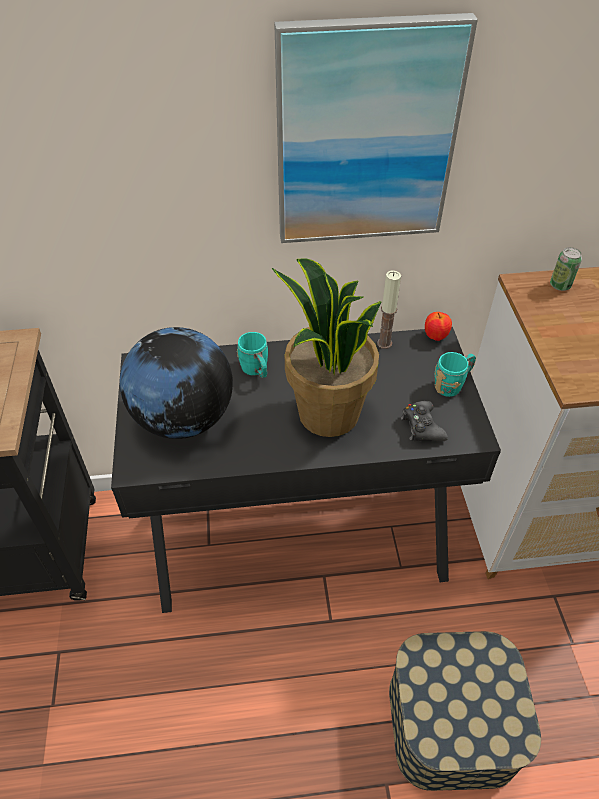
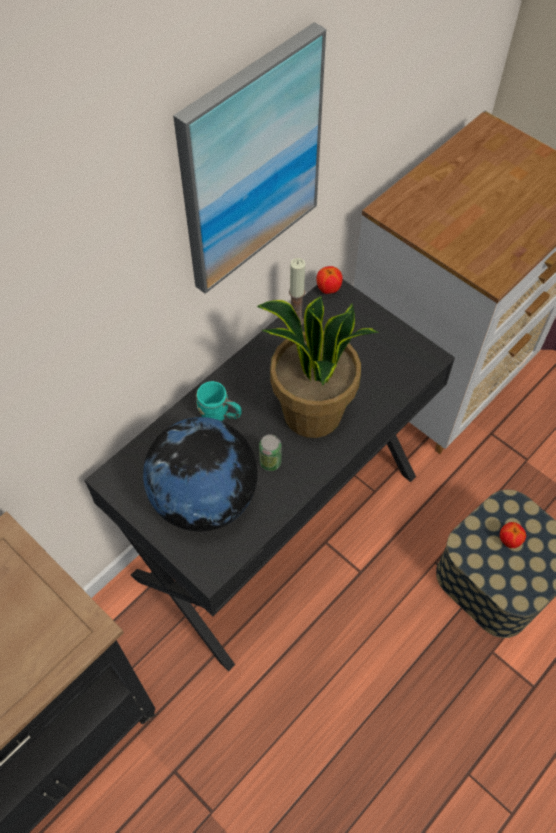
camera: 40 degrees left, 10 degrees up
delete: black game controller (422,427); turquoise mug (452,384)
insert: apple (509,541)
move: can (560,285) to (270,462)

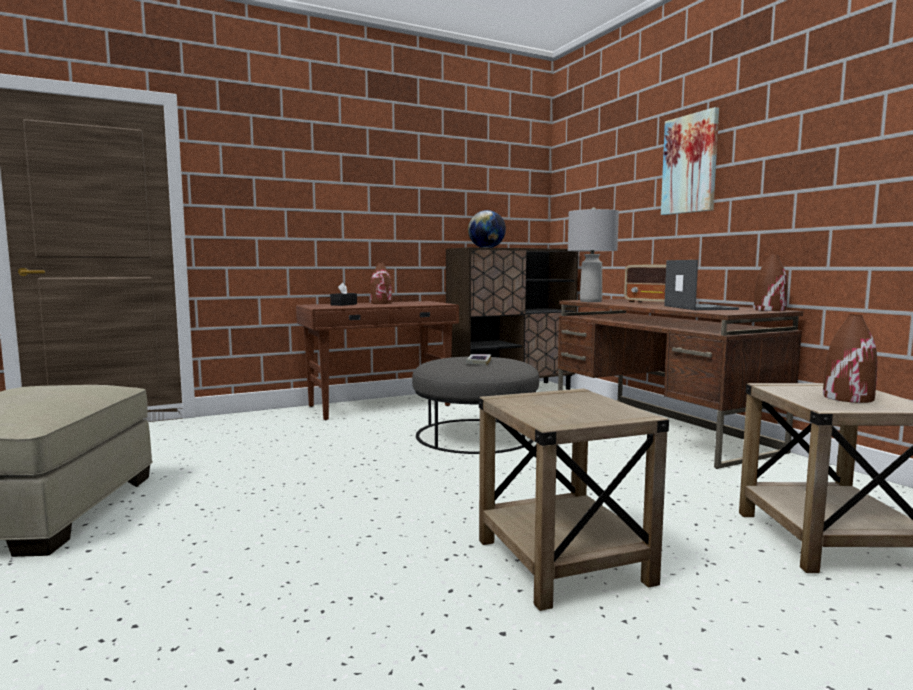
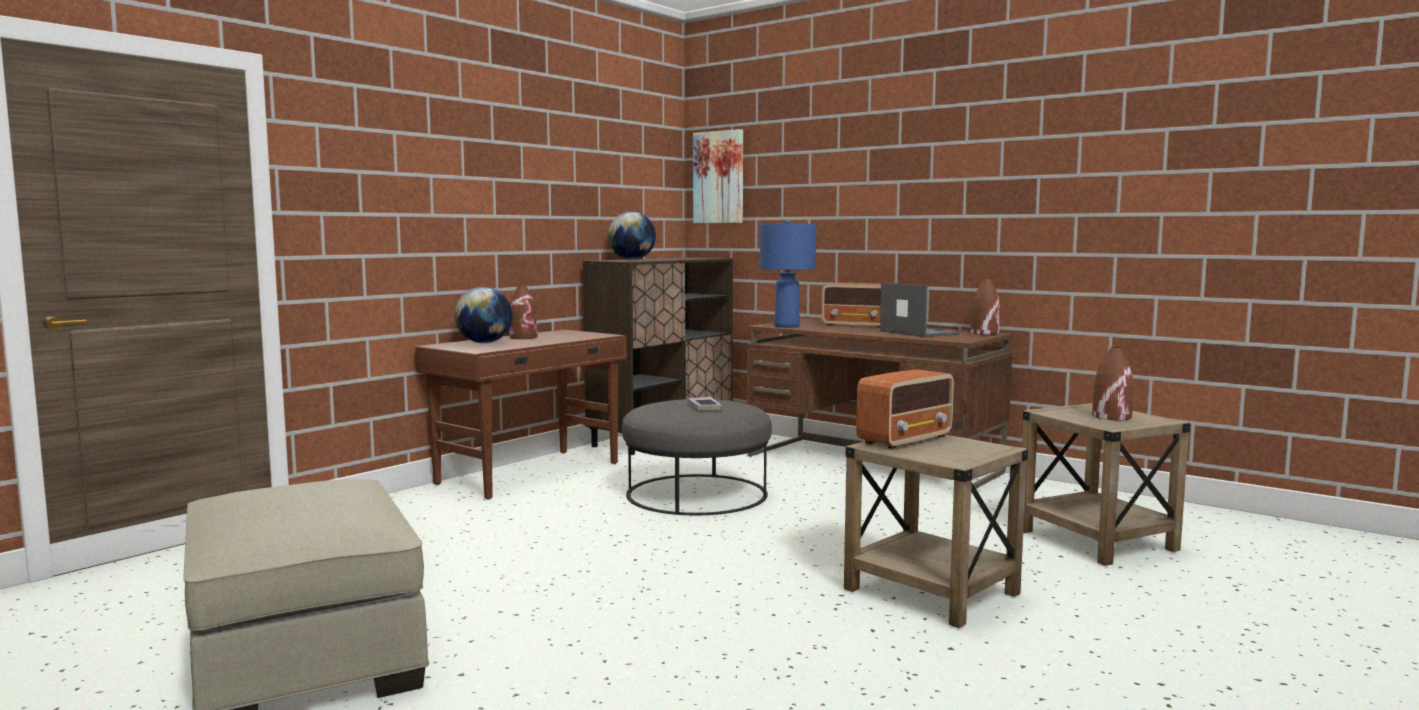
camera: 25 degrees left, 0 degrees up
insert: radio (905,439)
move: picture (690,164) to (719,177)
replace: black tissue box (344,304) to globe (484,343)
recolor: grey table lamp (590,301) to blue table lamp (786,326)

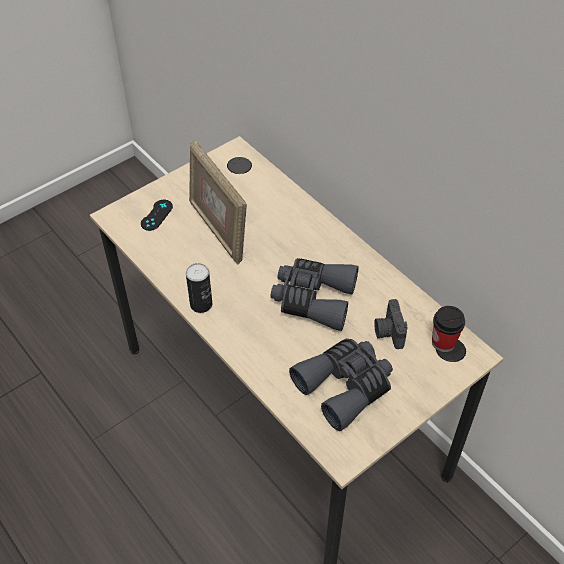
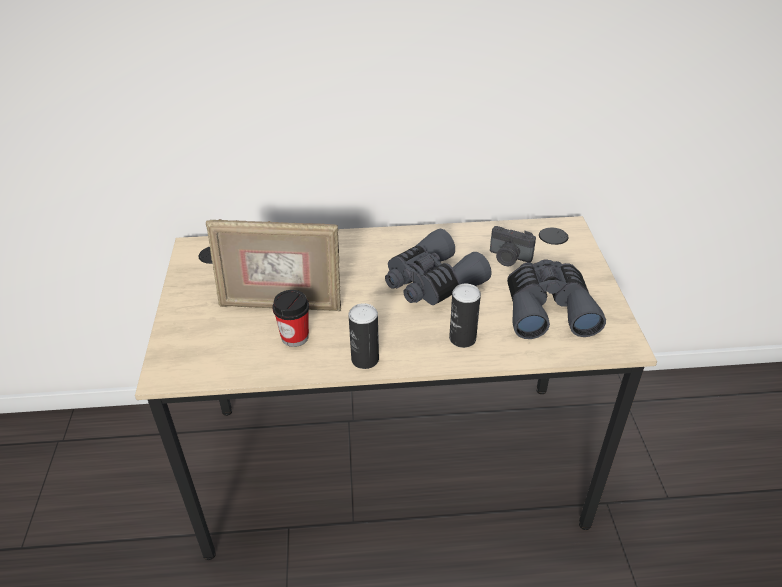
camera: 55 degrees left, 10 degrees down
delete: black game controller (156,215)
insert: can (462,338)
move: cup (443,342) to (295,337)

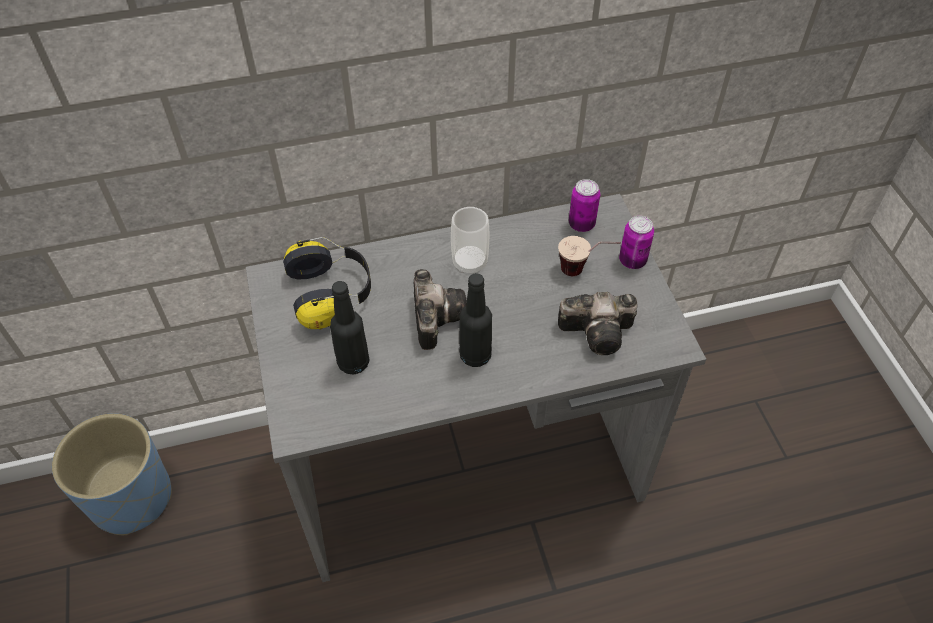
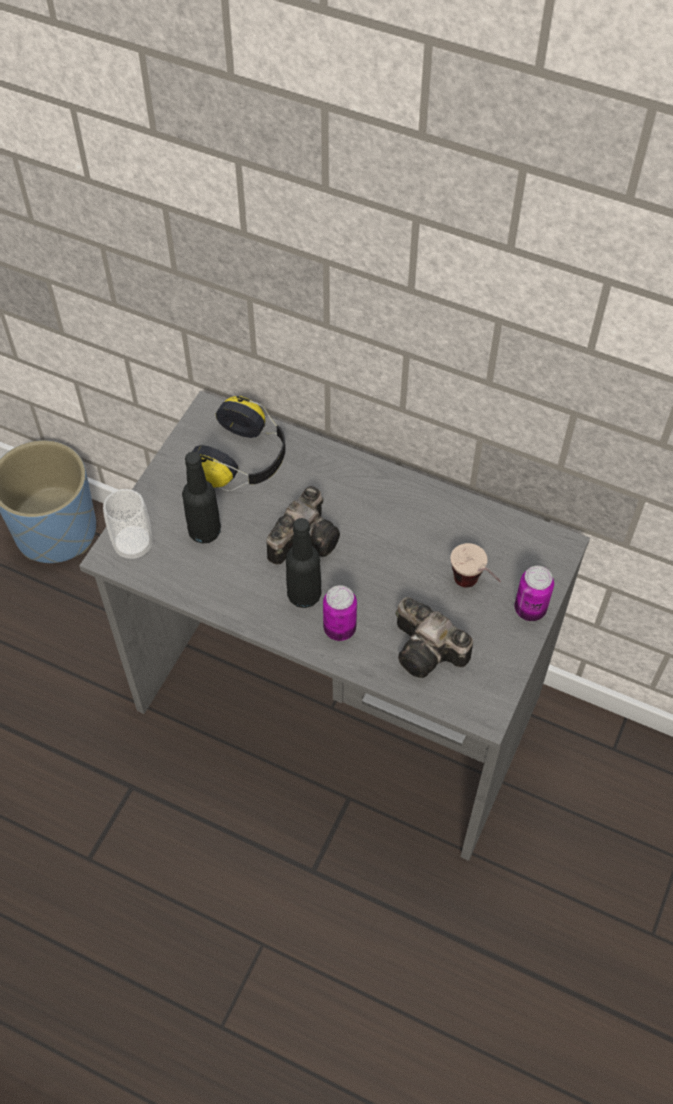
camera: 40 degrees right, 5 degrees up
move: cup (470,263) to (133,545); can (581,224) to (339,628)

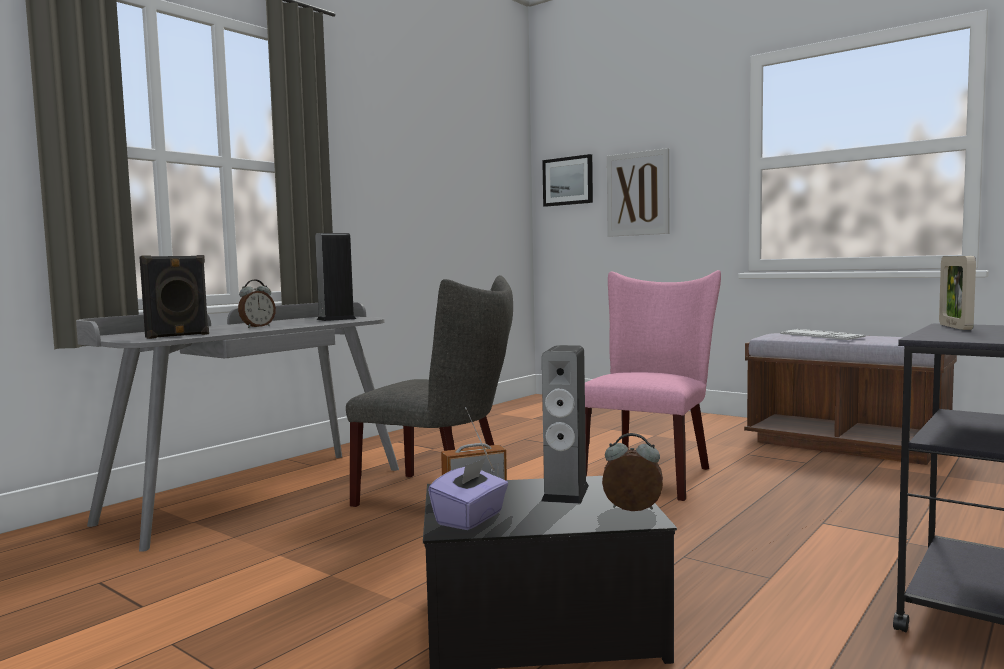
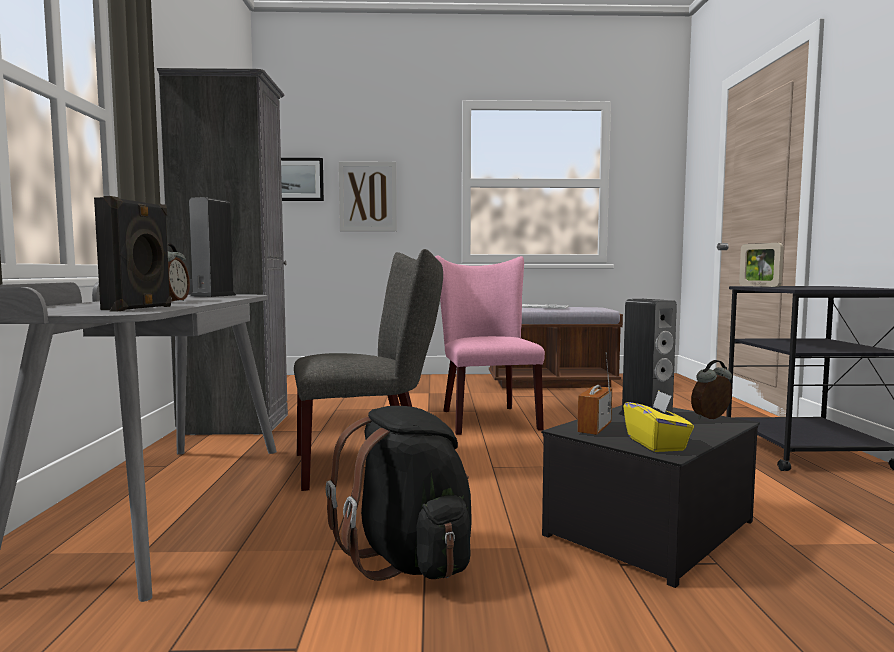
camera: 40 degrees left, 0 degrees up
insert: grey cabinet (236,424); black backpack (409,559)
recolor: purple tissue box (470,519) to yellow tissue box (656,444)

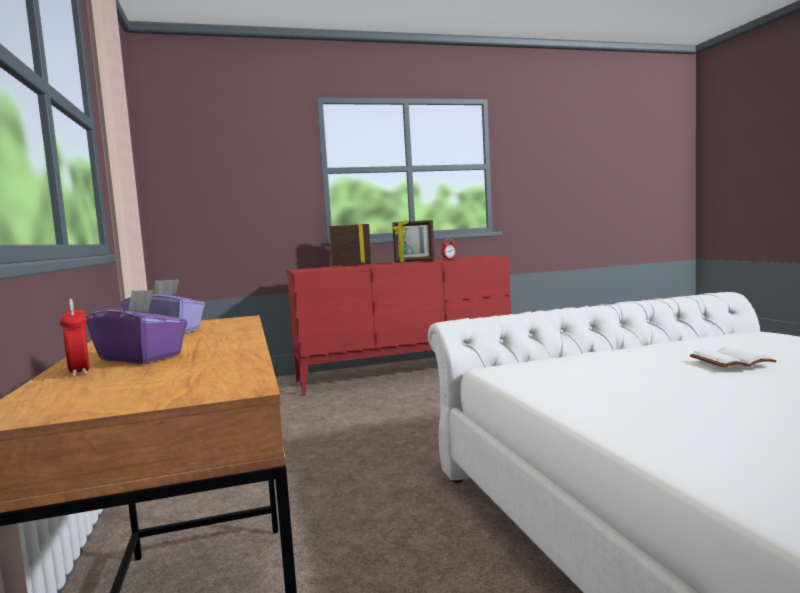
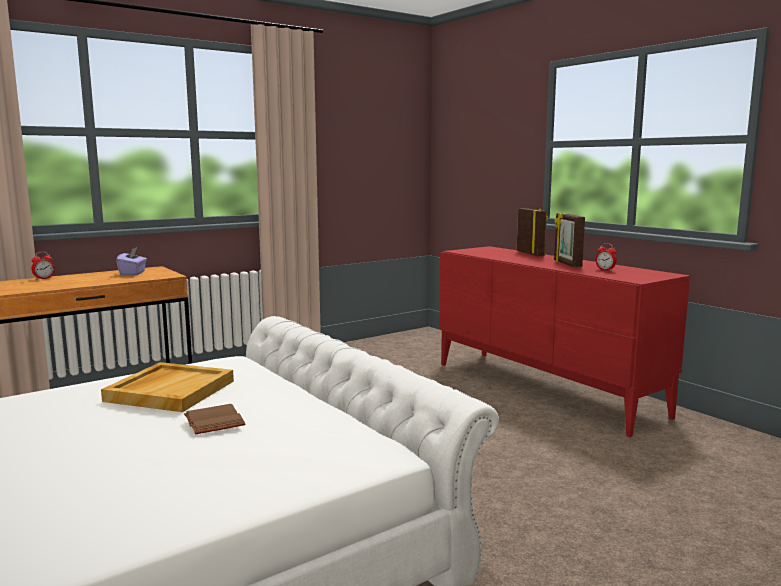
camera: 70 degrees right, 5 degrees up
delete: purple tissue box (141,357)
insert: beige tray (170,390)
recolor: white book (731,361) to brown book (212,421)

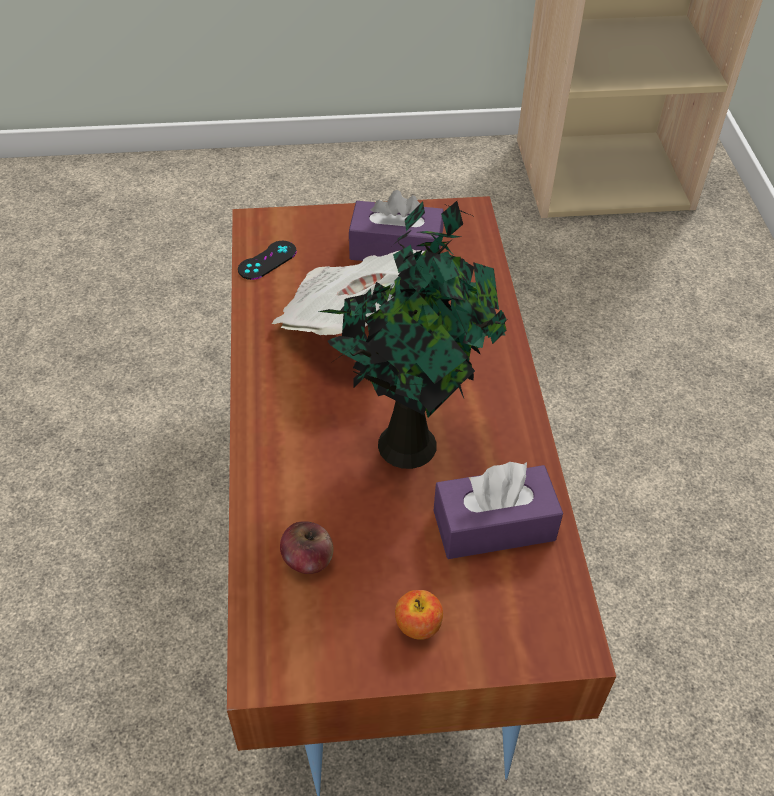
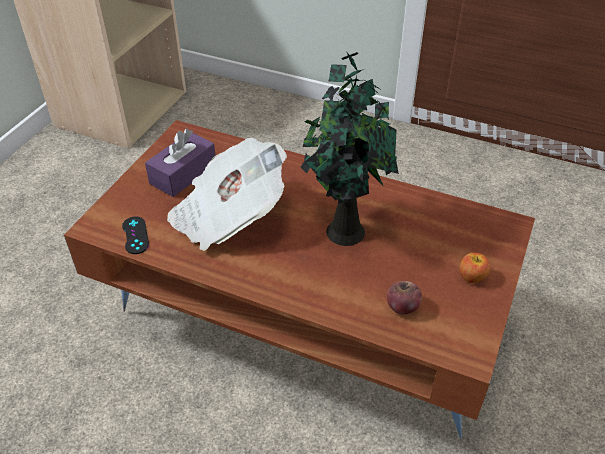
camera: 60 degrees left, 5 degrees down
delete: purple tissue box (494,525)

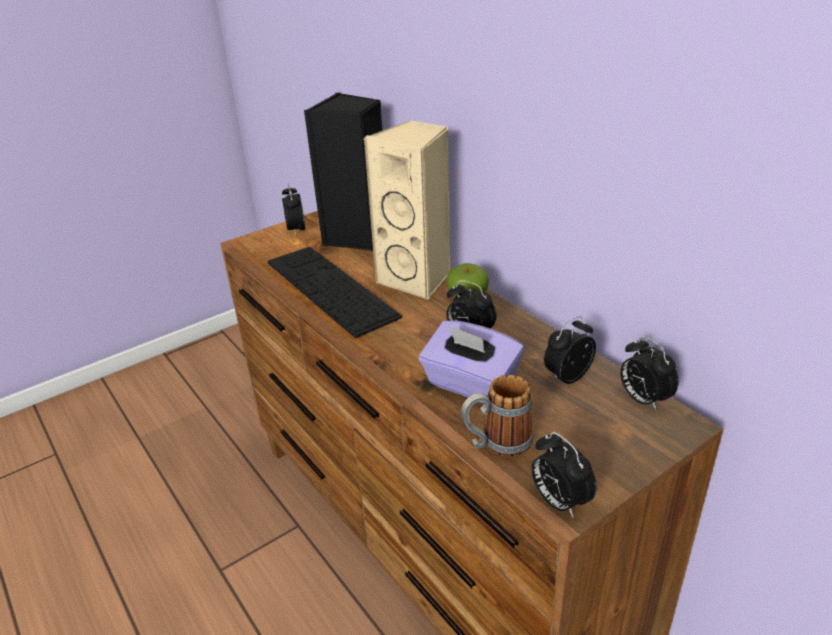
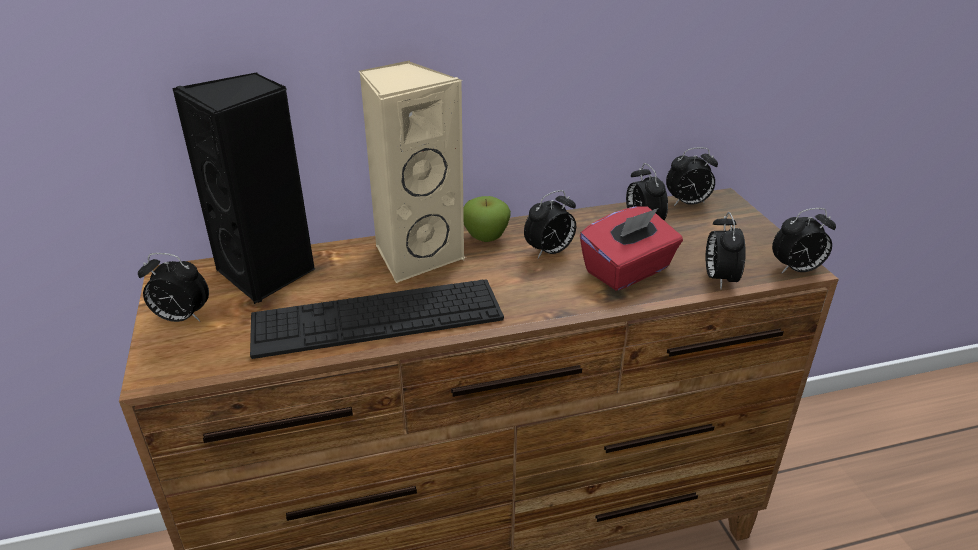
camera: 70 degrees left, 0 degrees up
replace: mug (497,443) to alarm clock (719,279)
recolor: purple tissue box (470,384) to red tissue box (628,271)

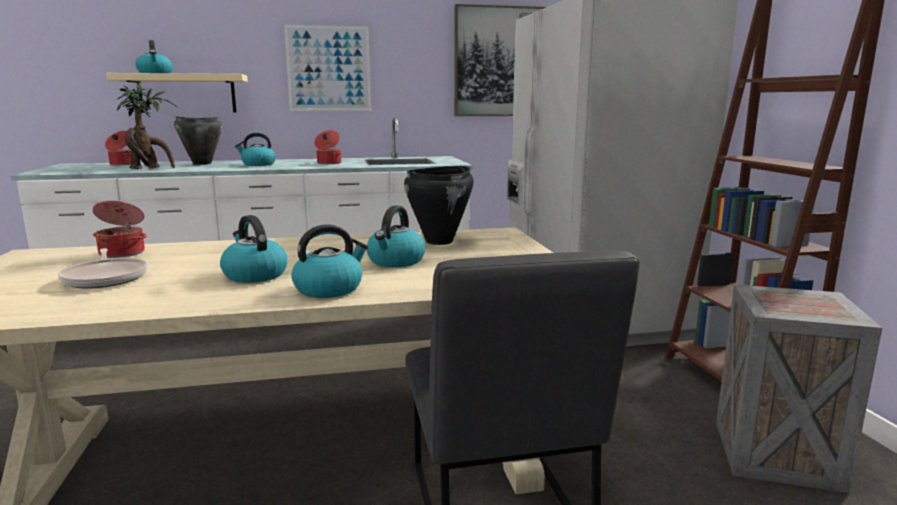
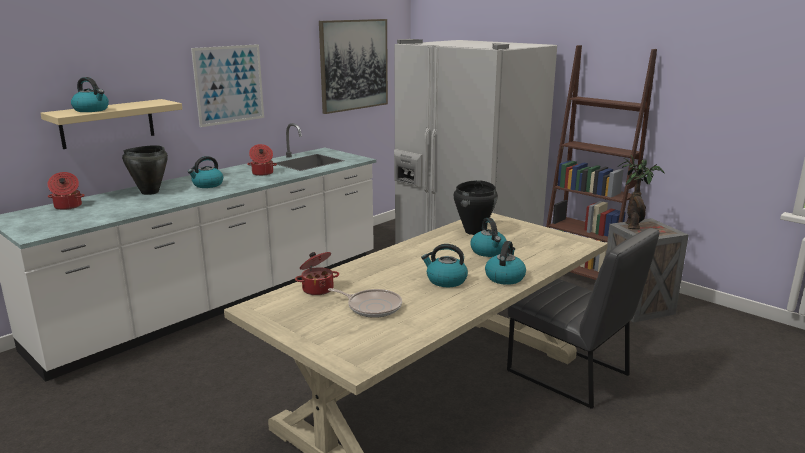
camera: 35 degrees left, 5 degrees up
move: potted plant (149,168) to (633,225)

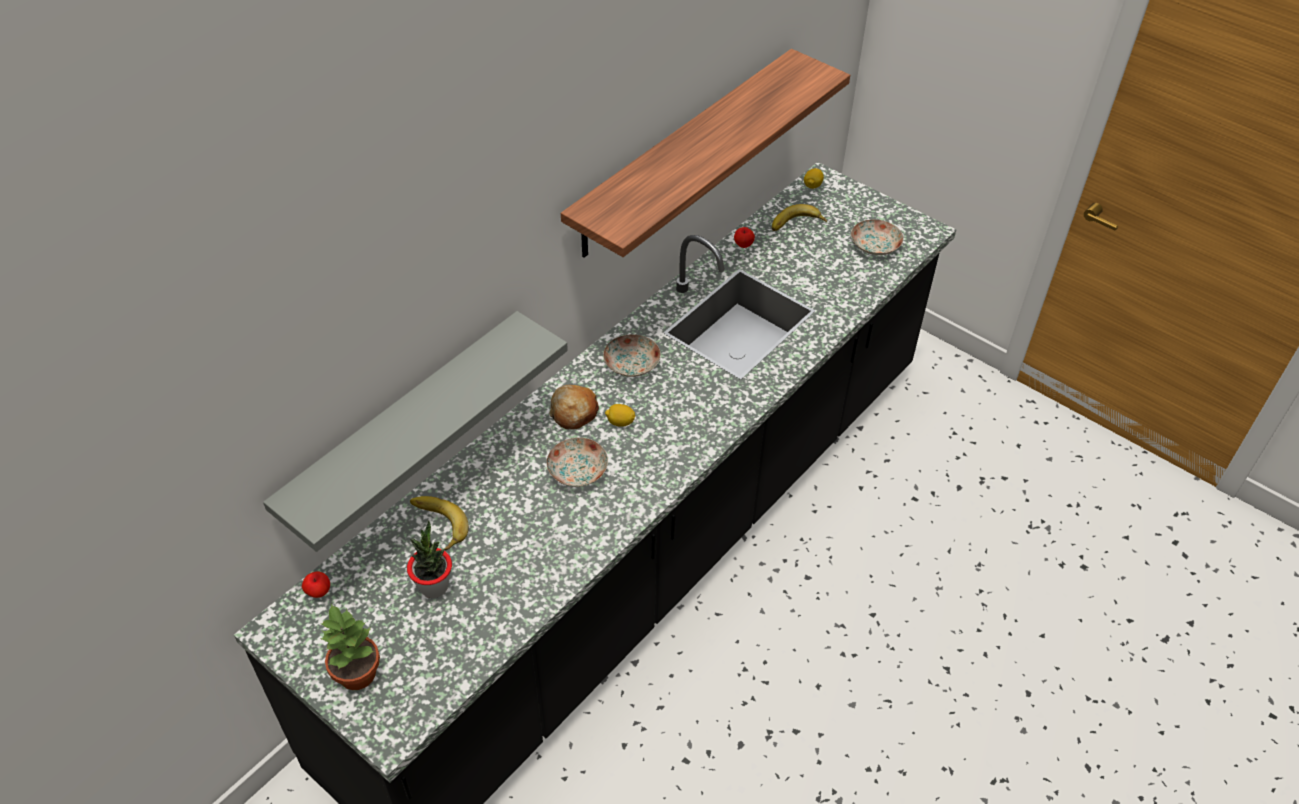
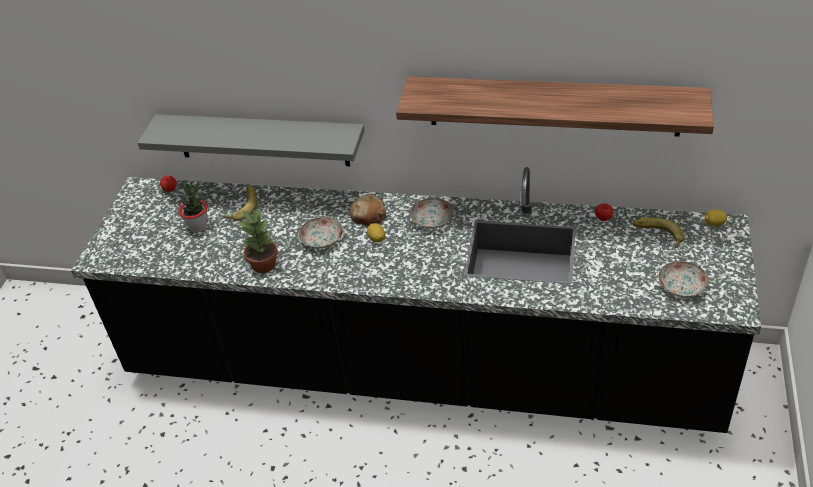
camera: 65 degrees right, 5 degrees down
move: potted plant (356,673) to (264,264)

